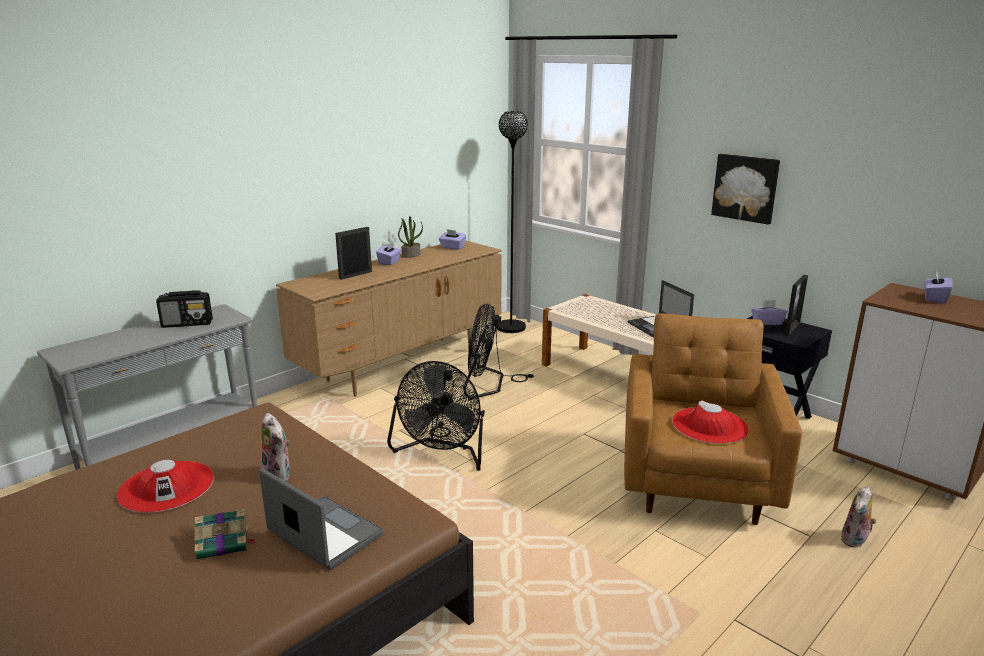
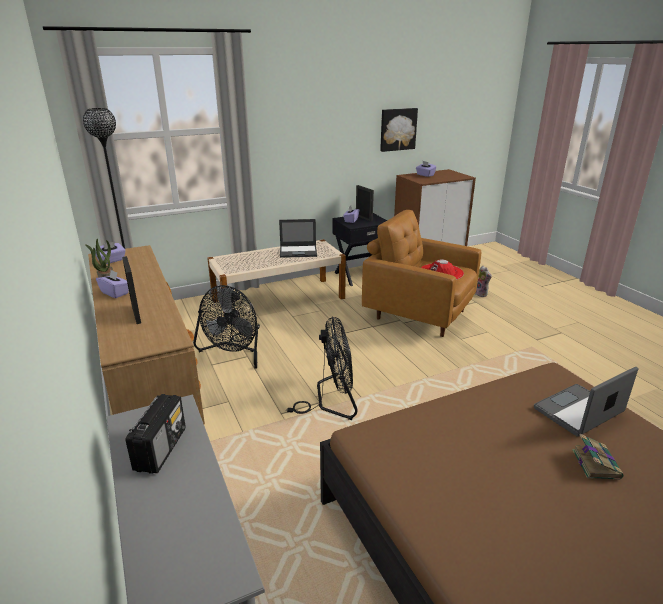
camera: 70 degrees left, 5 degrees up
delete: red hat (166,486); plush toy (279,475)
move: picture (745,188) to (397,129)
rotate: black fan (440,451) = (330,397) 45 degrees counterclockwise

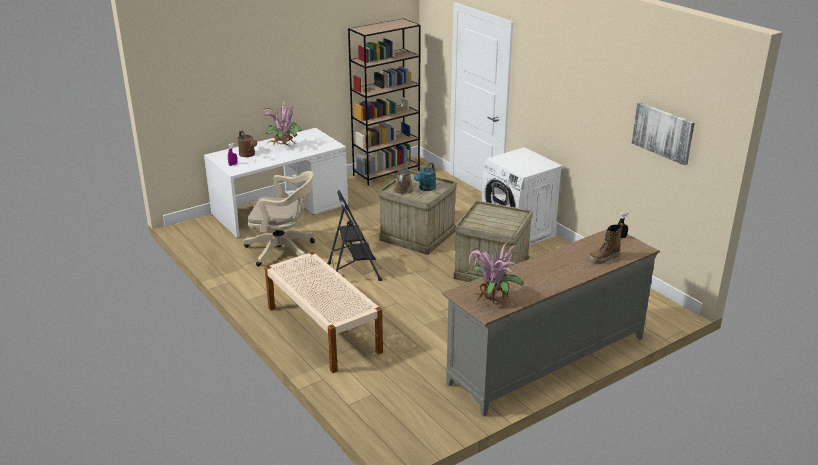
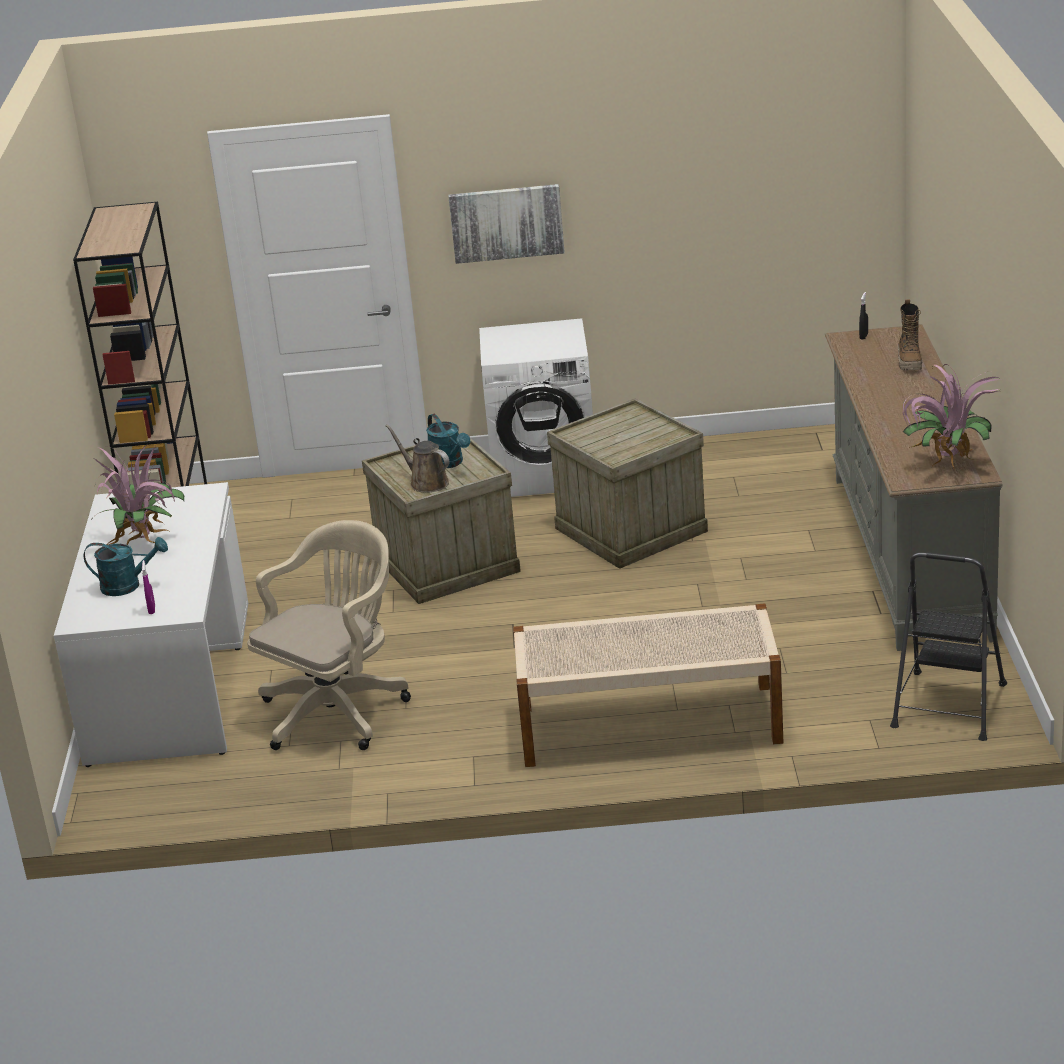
camera: 55 degrees left, 0 degrees up
move: black step ladder (352,271) to (947,706); picture (663,132) to (506,222)
recolor: brown watering can (248,155) to turquoise watering can (128,586)

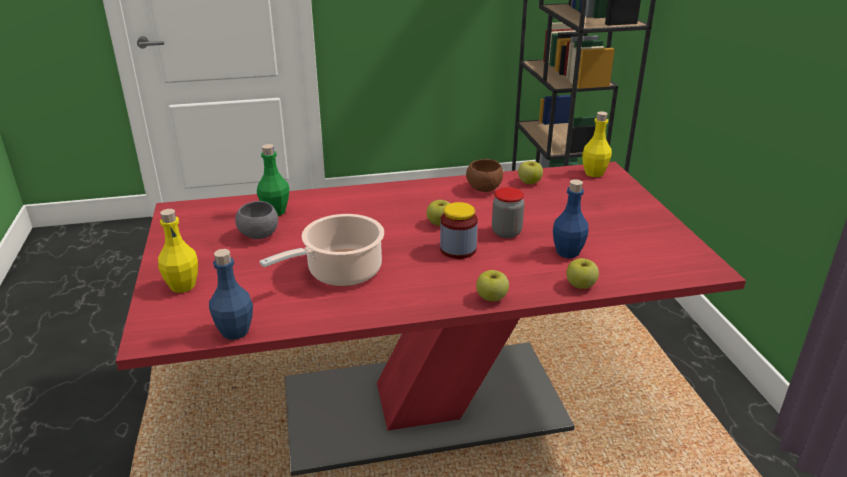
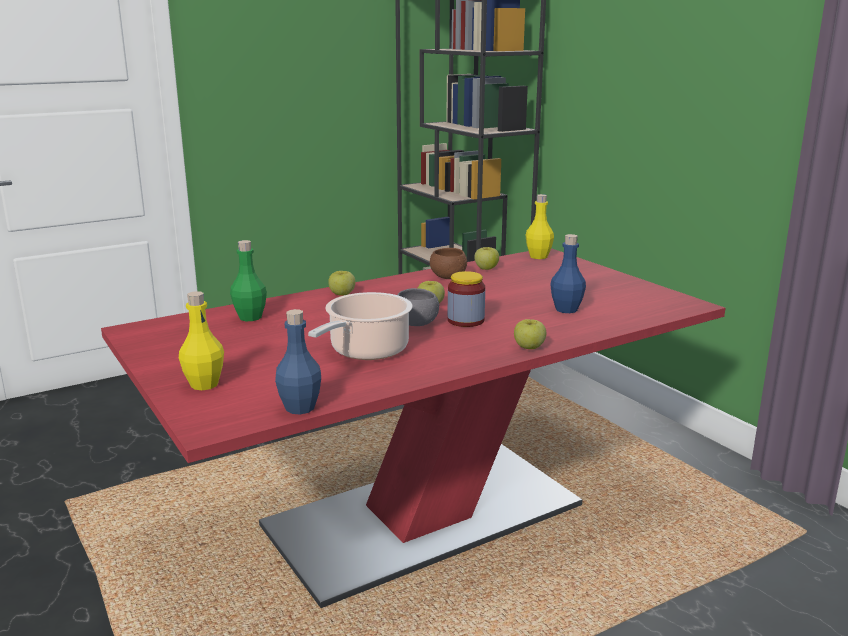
camera: 20 degrees left, 10 degrees down
delete: jar (506,232)
move: grey bowl (258,235) to (416,324); apple (580,285) to (342,294)

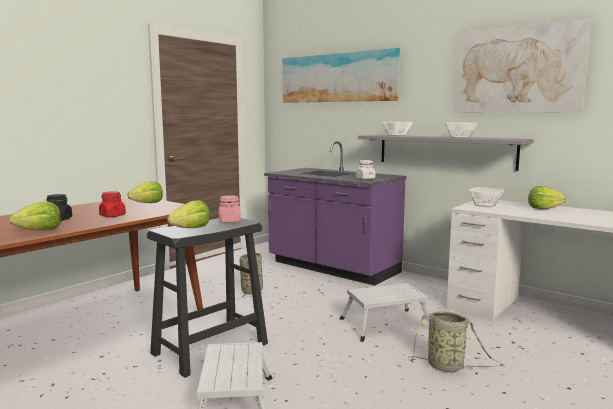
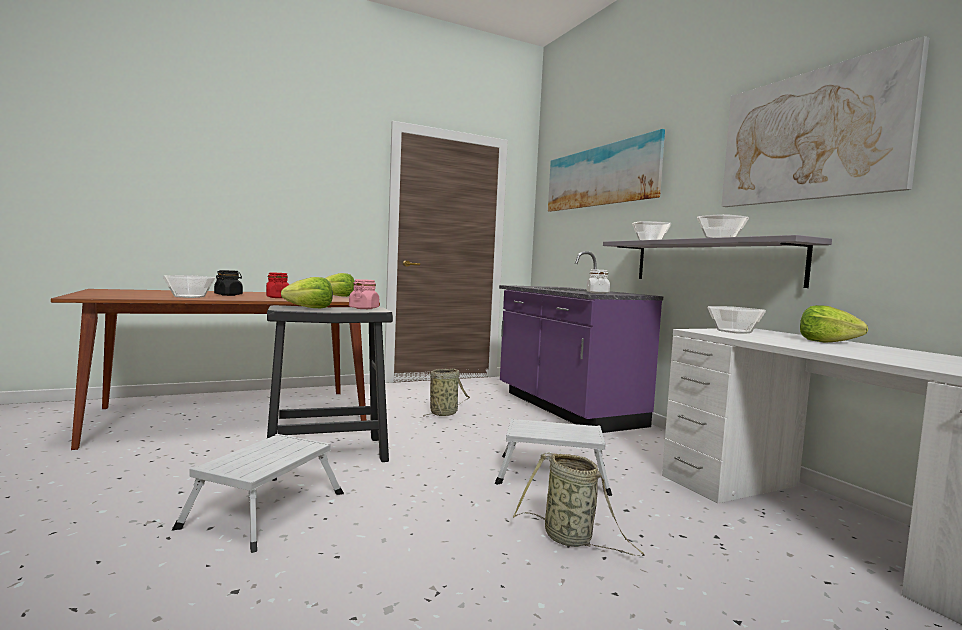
camera: 25 degrees right, 5 degrees down
replace: lettuce (40,230) to bowl (189,297)

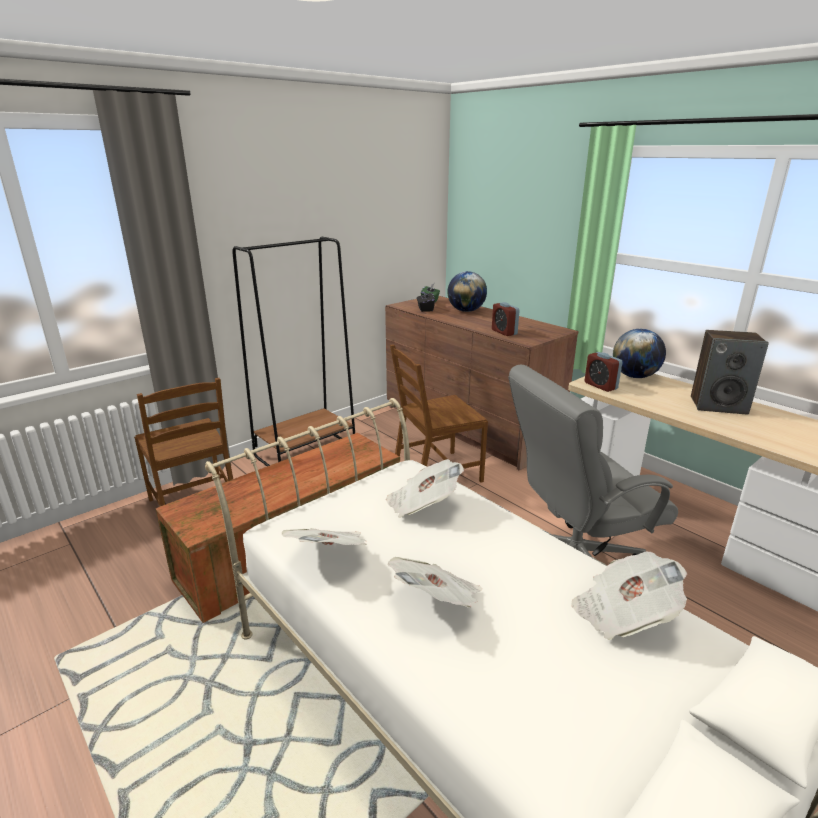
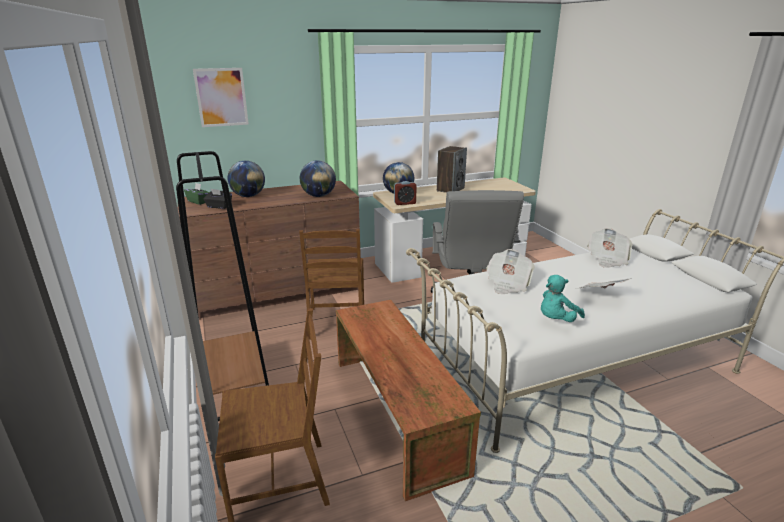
camera: 70 degrees left, 0 degrees up
insert: picture (221,97)
replace: newspaper (330,554) to turquoise plush toy (556,320); alarm clock (504,332) to globe (318,196)

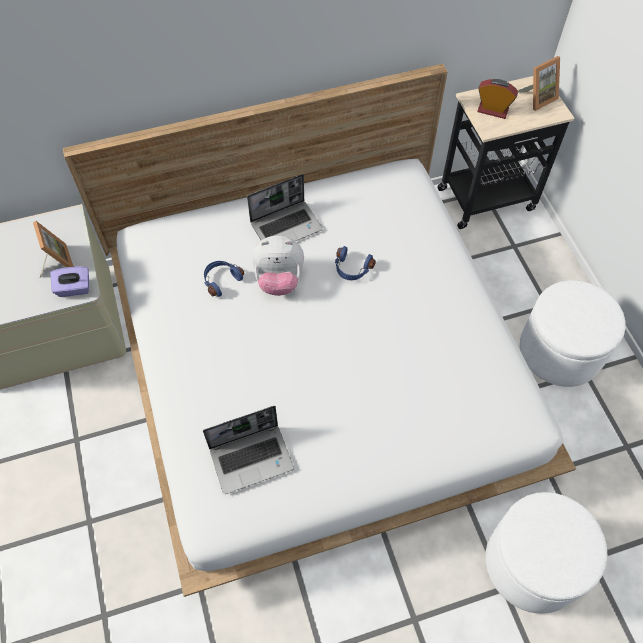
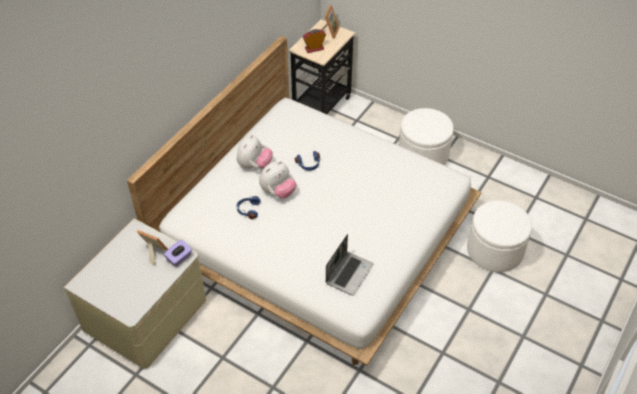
camera: 40 degrees left, 10 degrees down
replace: laptop (286,226) to plush toy (254,165)

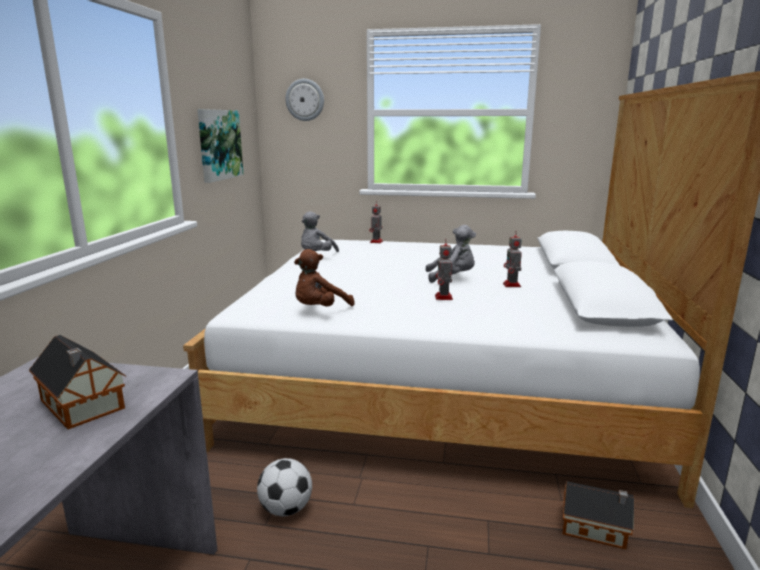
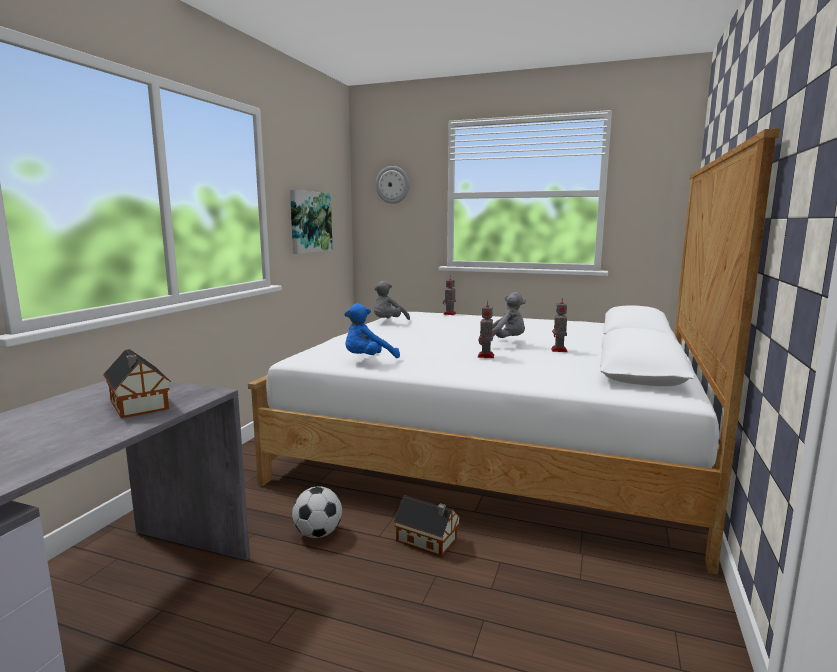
camera: 10 degrees right, 5 degrees down
move: toy house (596,529) to (428,541)
recolor: brown plush toy (320,310) to blue plush toy (368,360)

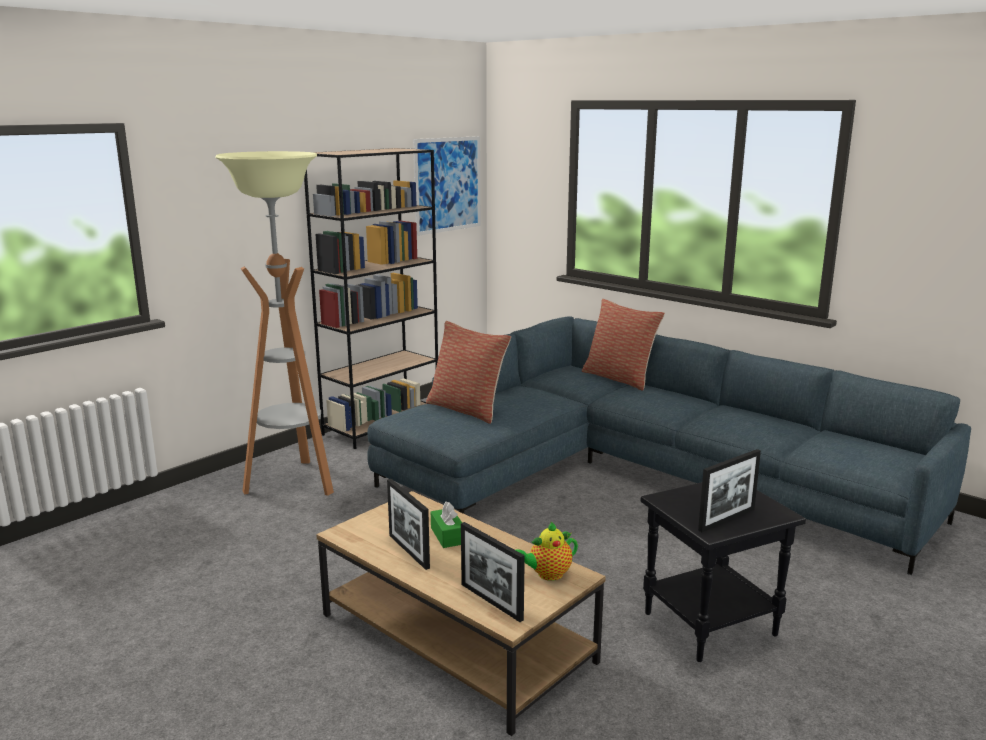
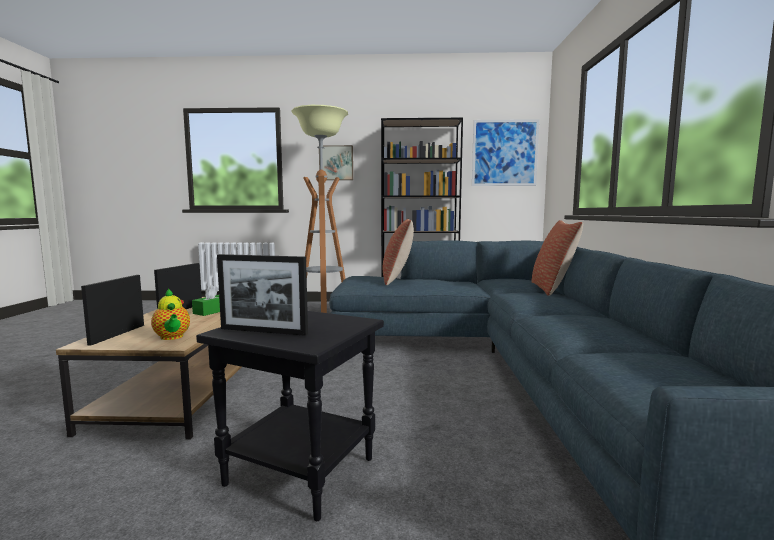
camera: 50 degrees right, 10 degrees down
insert: picture (336,163)
rotate: teapot (547,574) = (172,337) 150 degrees counterclockwise

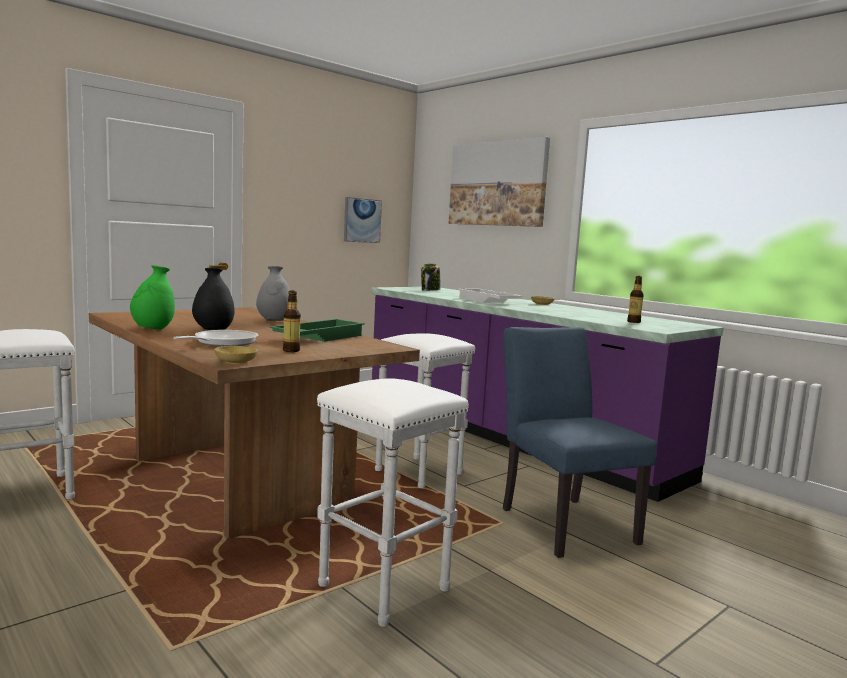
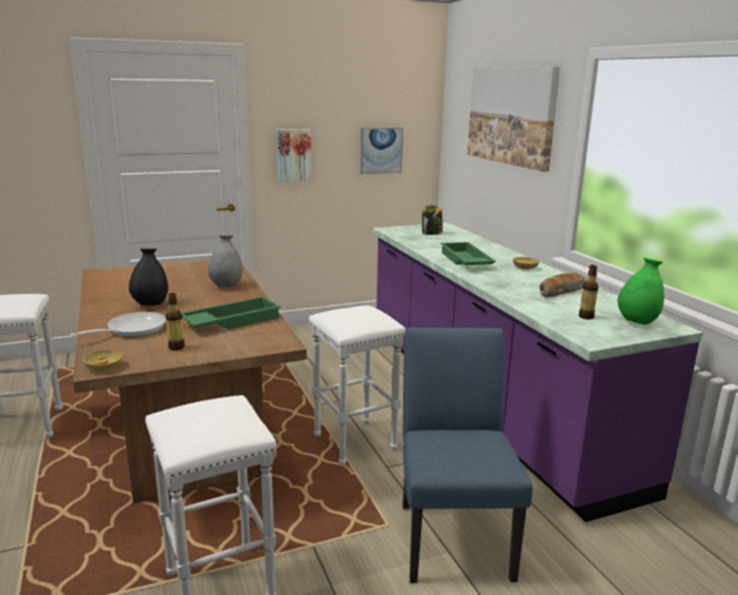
camera: 20 degrees right, 10 degrees up
insert: picture (294,155); bread (561,291)
move: green vase (153,329) to (637,322)
recolor: white tray (487,301) to green tray (464,261)

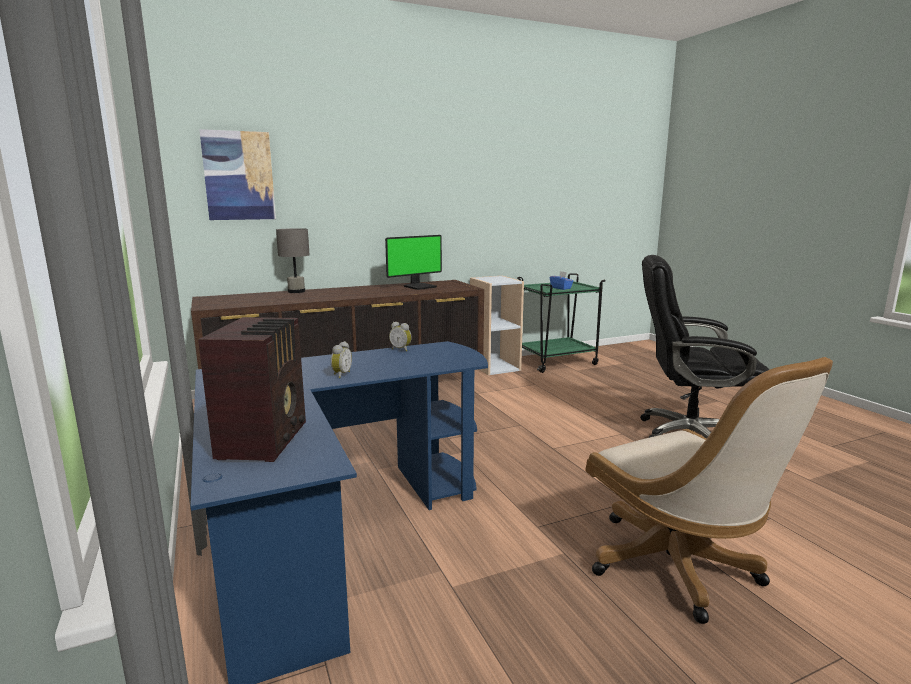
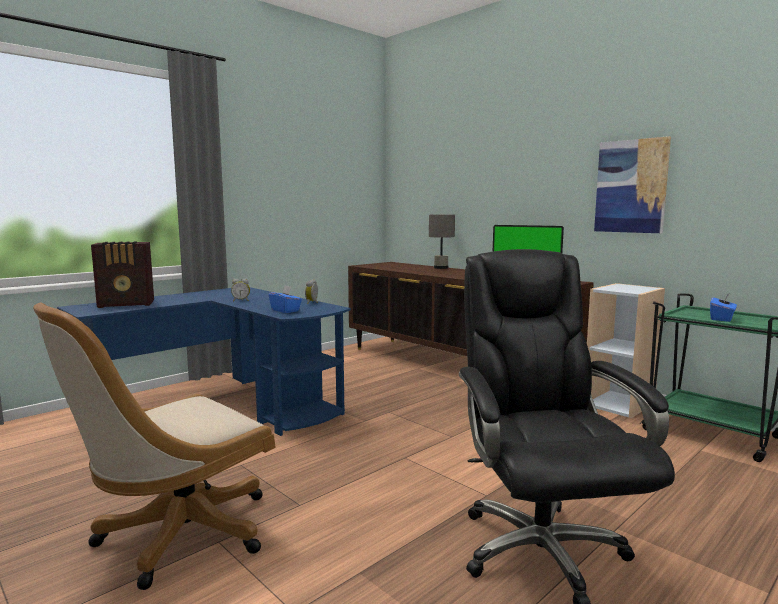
camera: 70 degrees right, 5 degrees down
insert: blue tissue box (285,310)
move: picture (239,176) to (631,186)

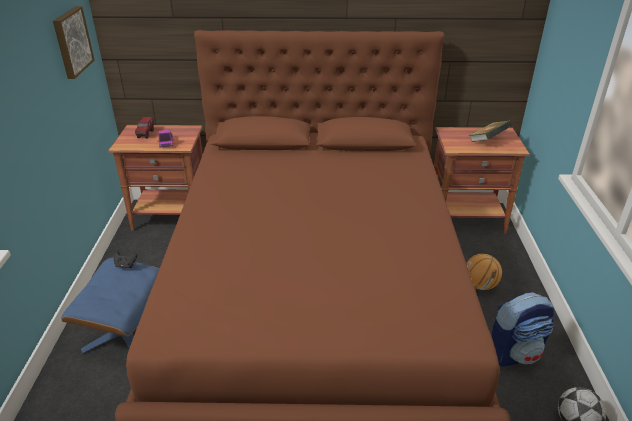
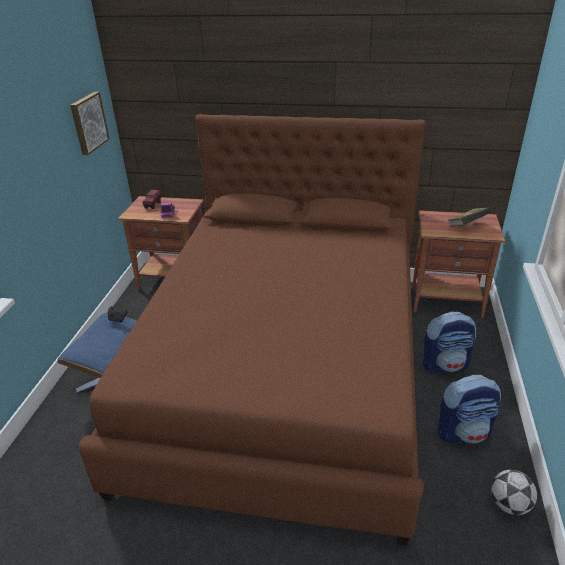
camera: 10 degrees right, 0 degrees up
replace: basketball (480,285) to backpack (445,364)

